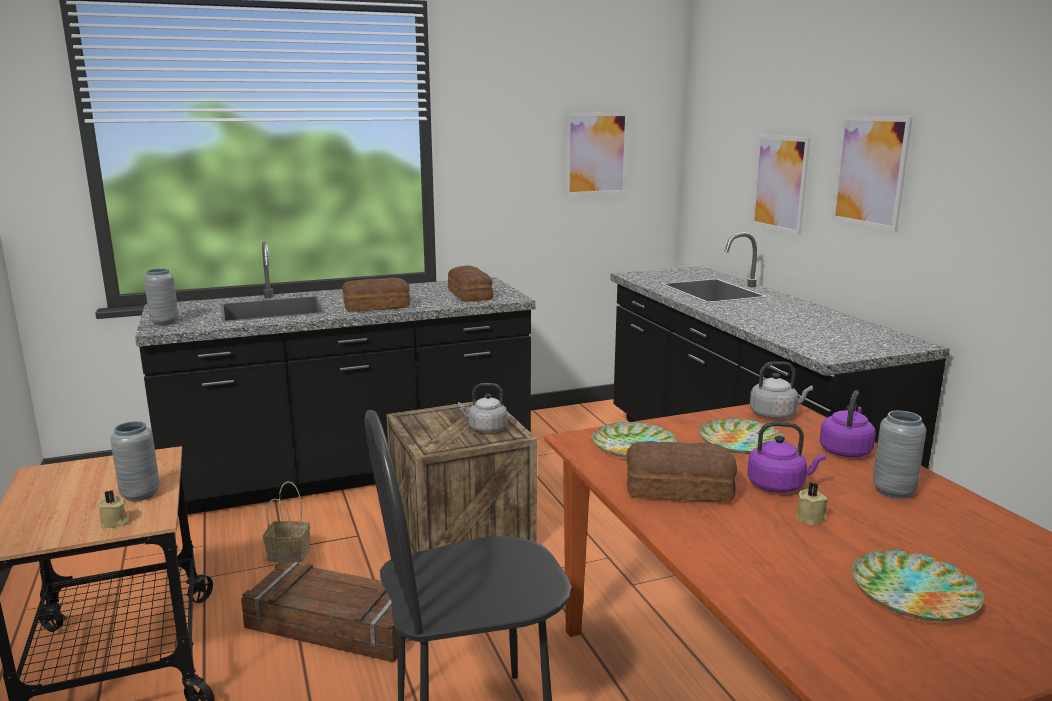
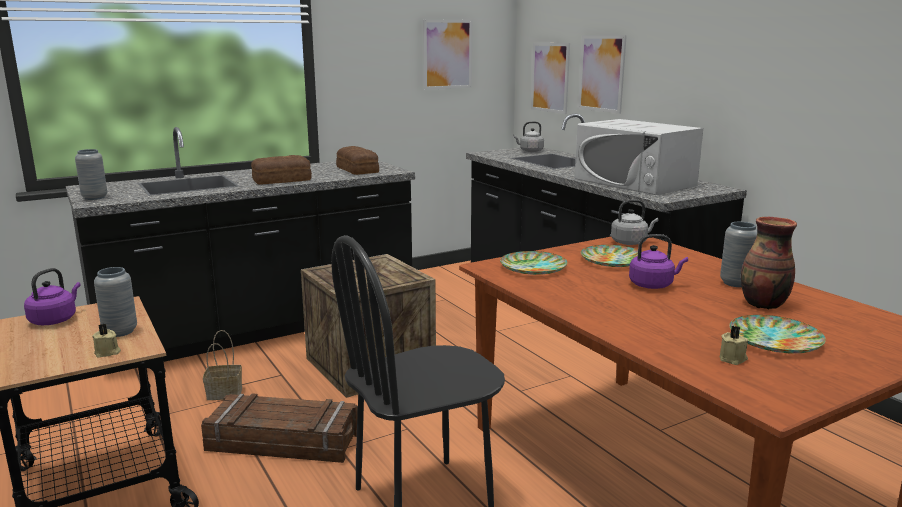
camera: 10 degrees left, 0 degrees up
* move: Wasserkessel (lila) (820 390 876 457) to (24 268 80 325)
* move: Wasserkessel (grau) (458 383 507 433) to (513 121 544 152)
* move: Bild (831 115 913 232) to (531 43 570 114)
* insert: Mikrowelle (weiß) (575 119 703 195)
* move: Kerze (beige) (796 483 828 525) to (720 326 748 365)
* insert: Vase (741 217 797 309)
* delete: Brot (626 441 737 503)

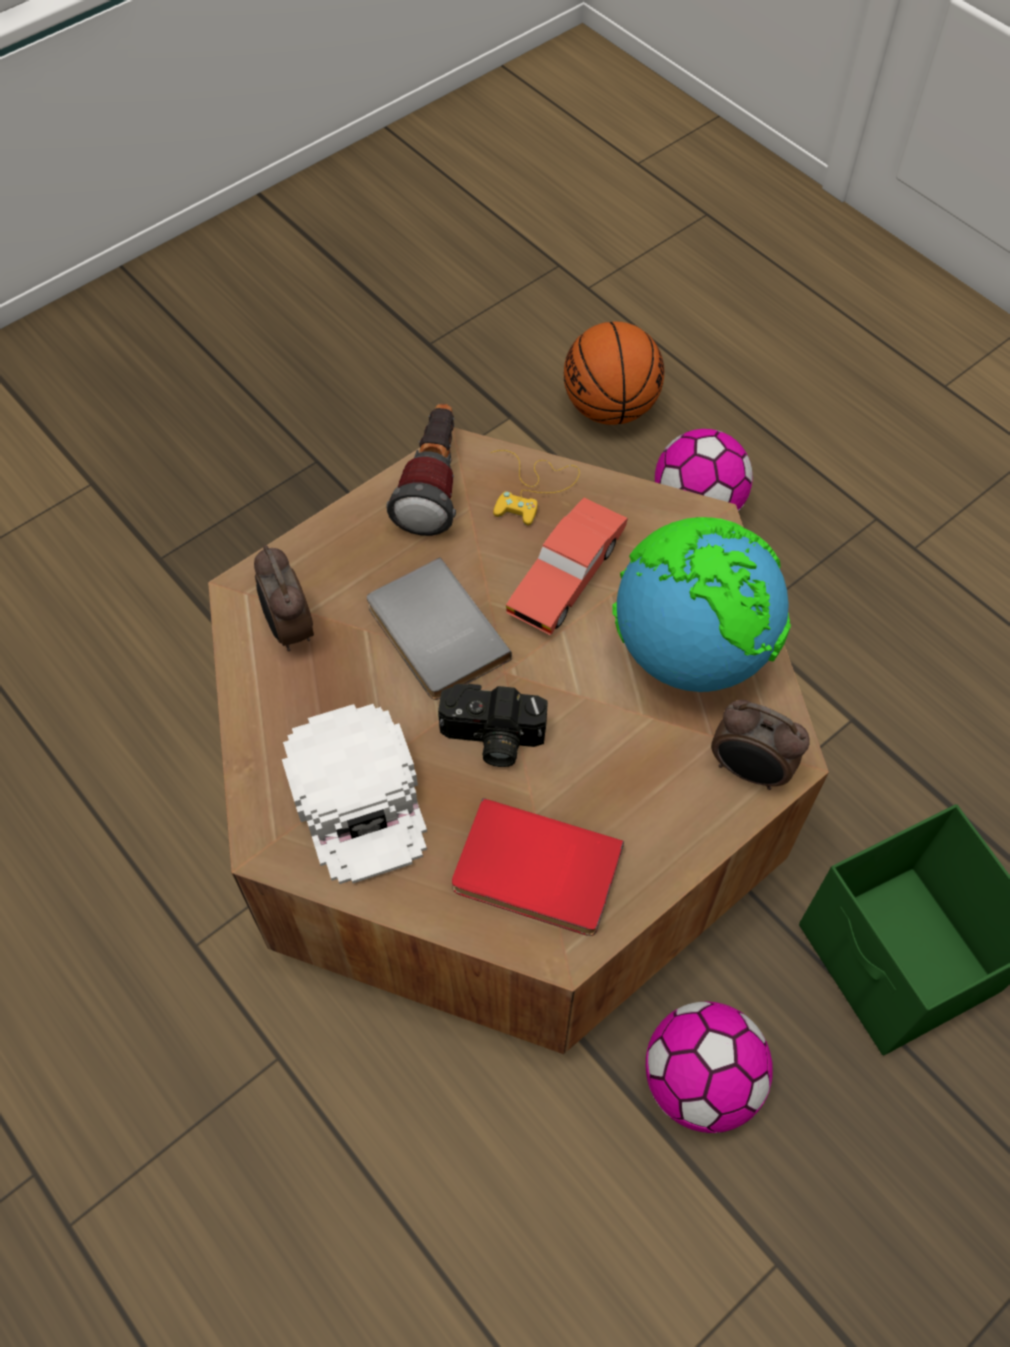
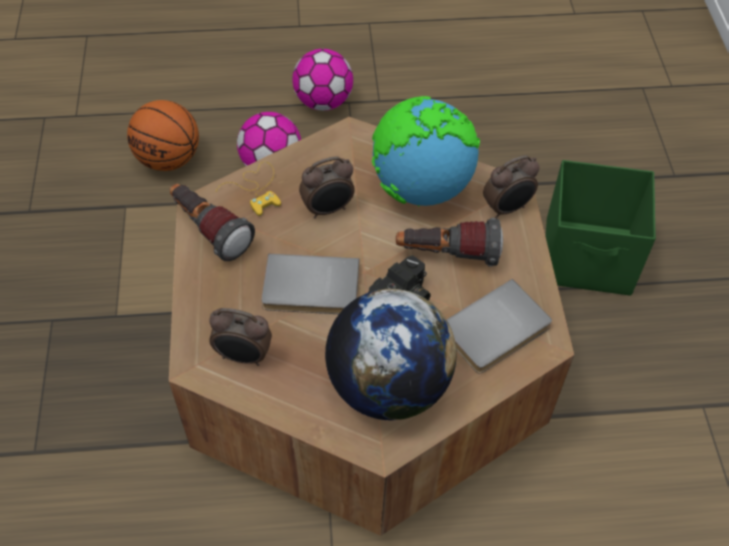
camera: 55 degrees left, 5 degrees down
* move: Fußball (646 1001 773 1133) to (292 49 353 111)
* replace: Spielzeugauto (rot) (506 498 628 635) to Wecker (299 156 355 219)
* replace: Kappe (weiß) (282 704 427 884) to Globus (325 289 457 420)
* insert: Taschenlampe (396 218 503 267)
* recolor: Buch (rot) (452 798 624 936) to Buch (grau) (446 279 552 374)

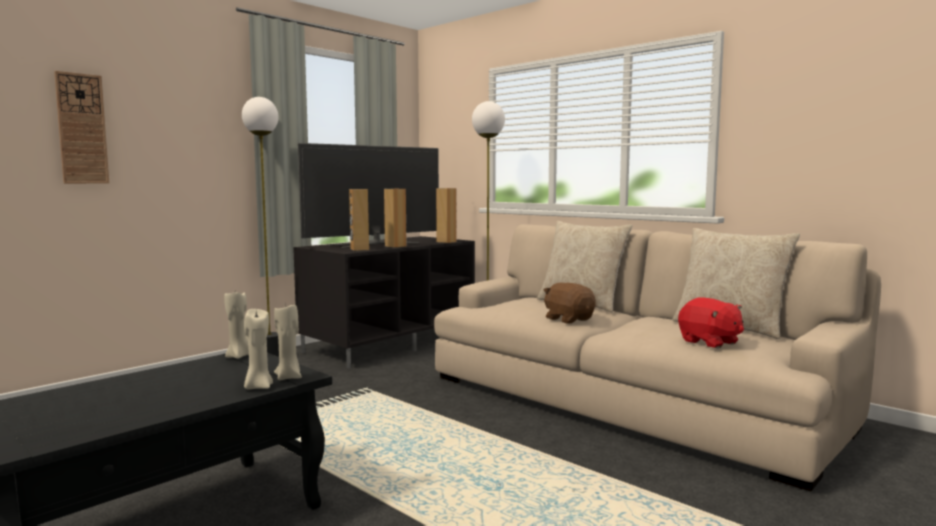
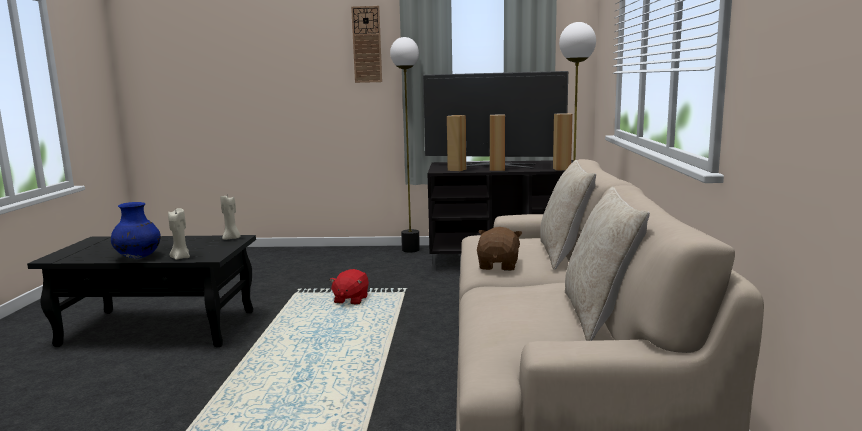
camera: 50 degrees right, 5 degrees up
* insert: Vase (blau) (111 202 161 258)
* move: Plüschtier (rot) (678 297 744 348) to (329 269 369 304)
* move: Wanduhr (54 71 109 184) to (351 6 382 83)
* delete: Kerze (beige) (274 303 302 381)

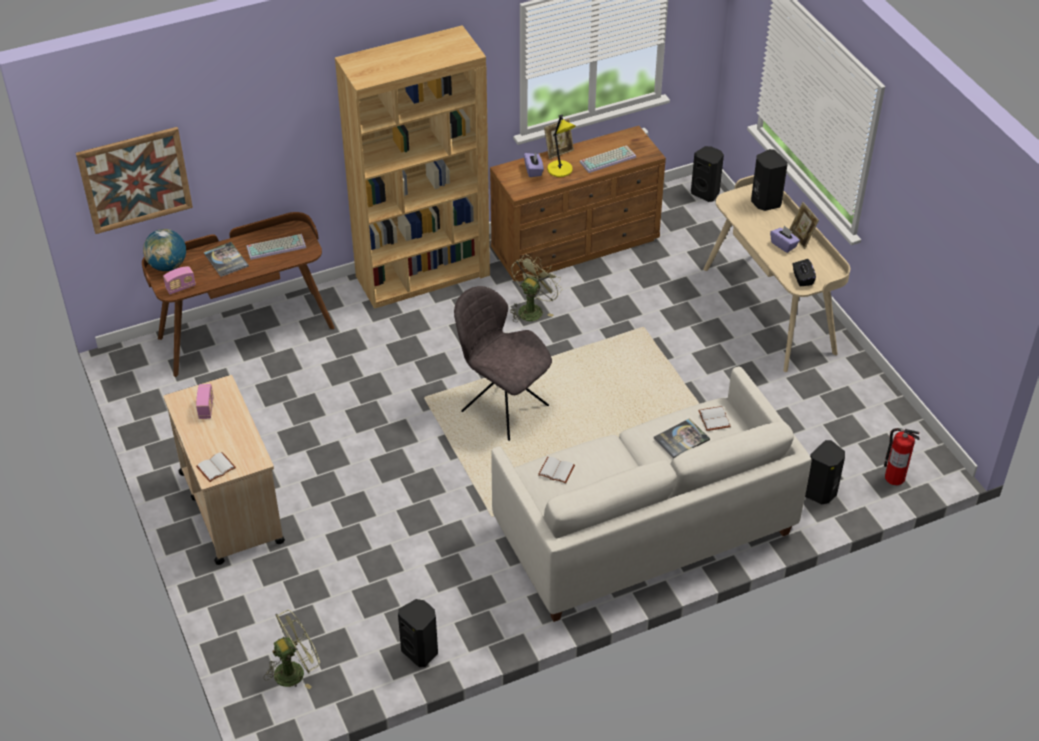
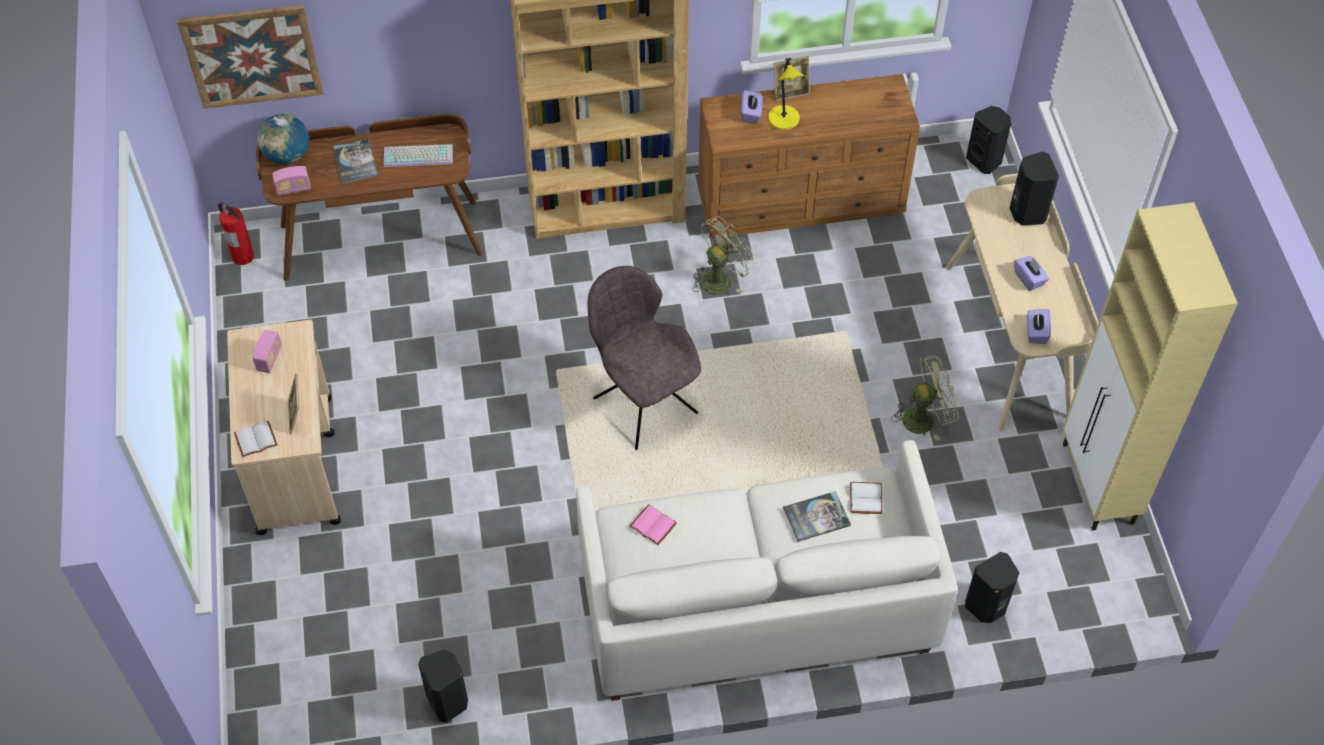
camera: 15 degrees right, 10 degrees up
* move: Feuerlöscher (884 428 920 485) to (218 202 254 265)
* move: Bilderrahmen (789 202 819 249) to (288 373 299 434)
* recolor: Buch (weiß) (538 457 575 483) to Buch (rosa) (629 504 677 545)
* move: Ventilator (grün) (264 610 320 689) to (891 356 959 441)
* recolor: Taschentuchbox (schwarz) (792 259 816 287) to Taschentuchbox (lila) (1027 309 1051 344)
* insert: Schrank (beige) (1062 202 1238 531)
* delete: Tastatur (580 145 636 173)

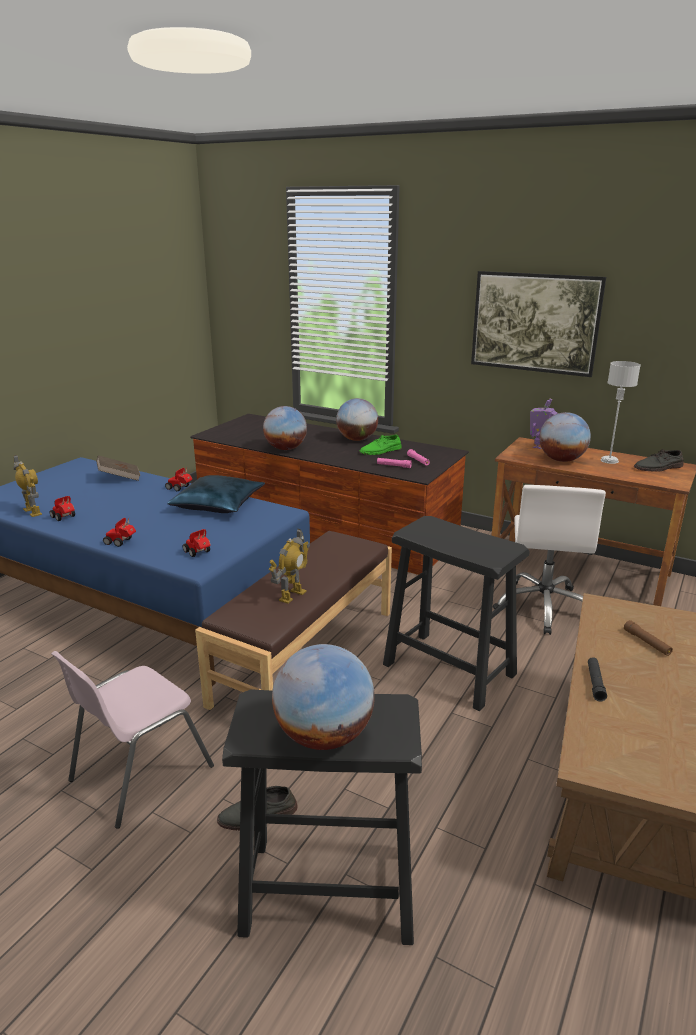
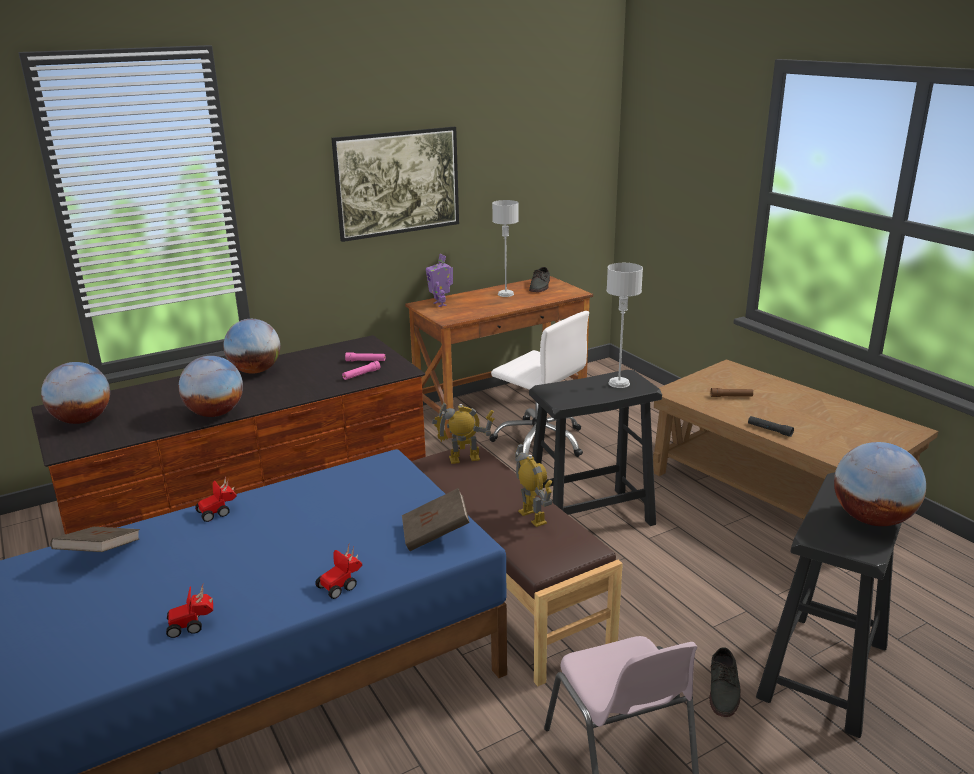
camera: 60 degrees left, 0 degrees up
* move: Globus (539 412 591 462) to (41 362 110 424)
* replace: Spielzeugauto (183 529 211 557) to Buch (braun) (402 488 470 551)
* move: Spielzeugroboter (13 455 42 517) to (432 403 495 464)
* insert: Tischlampe (grau) (606 263 643 388)
* delete: Kissen (blau) (167 475 265 513)
* delete: Schuh (grün) (359 435 402 455)

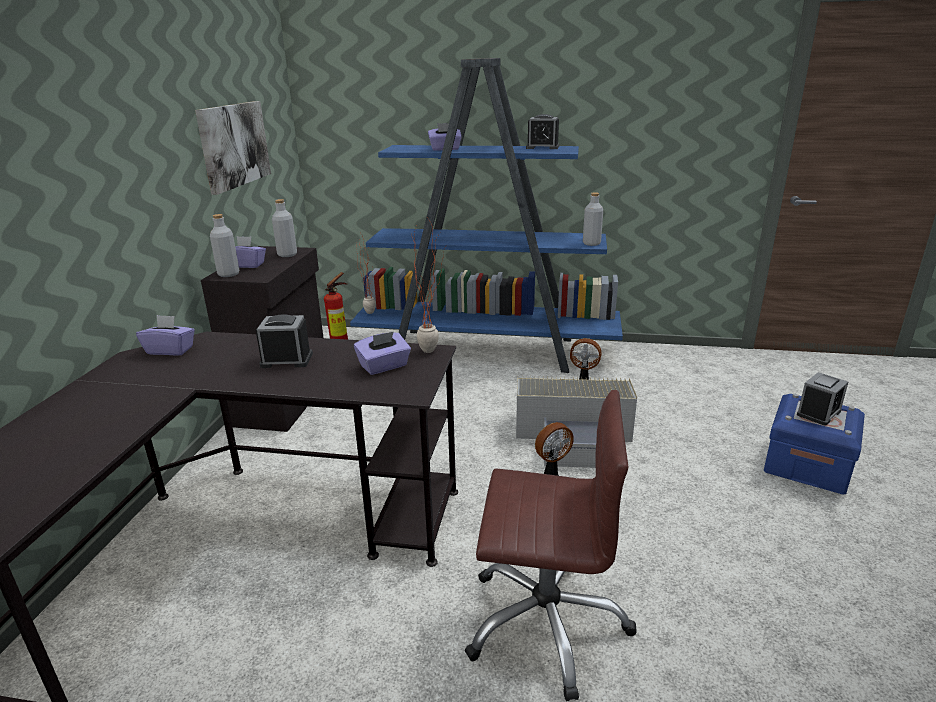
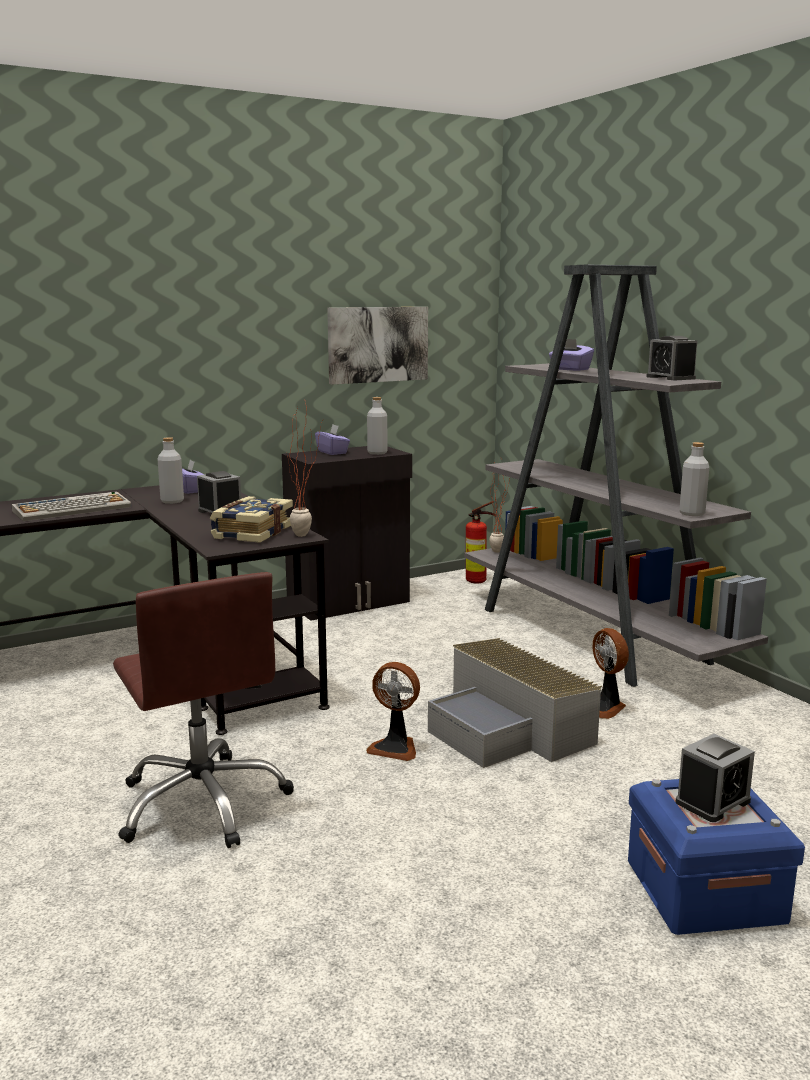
camera: 50 degrees right, 10 degrees down
* insert: Tastatur (11 491 131 521)
* move: Flasche (grau) (210 214 239 277) to (157 437 184 504)
* replace: Taschentuchbox (lila) (354 331 411 375) to Buch (210 496 293 543)
* recolor: Bücherregal (blau) (350 58 623 373) to Bücherregal (grau) (464 265 768 687)
* rotate: Wecker (797 372 848 425) = (675 734 755 822) 45 degrees counterclockwise

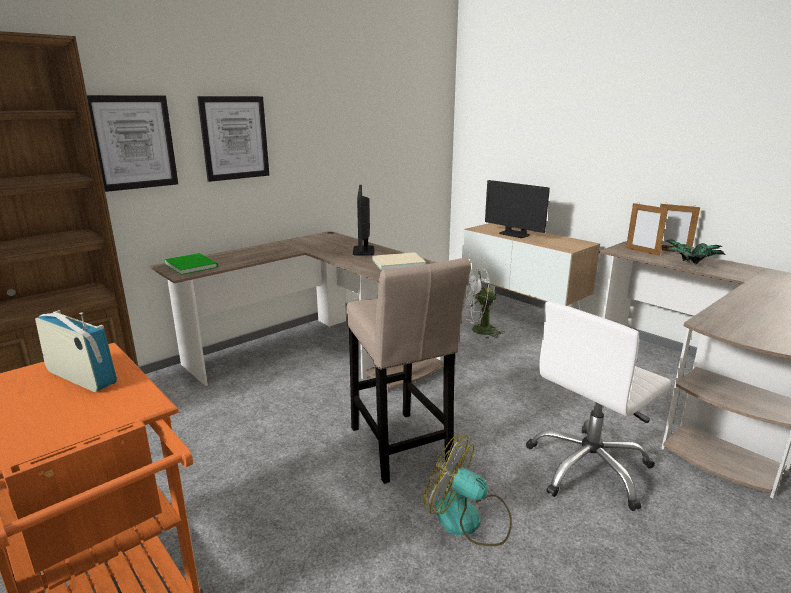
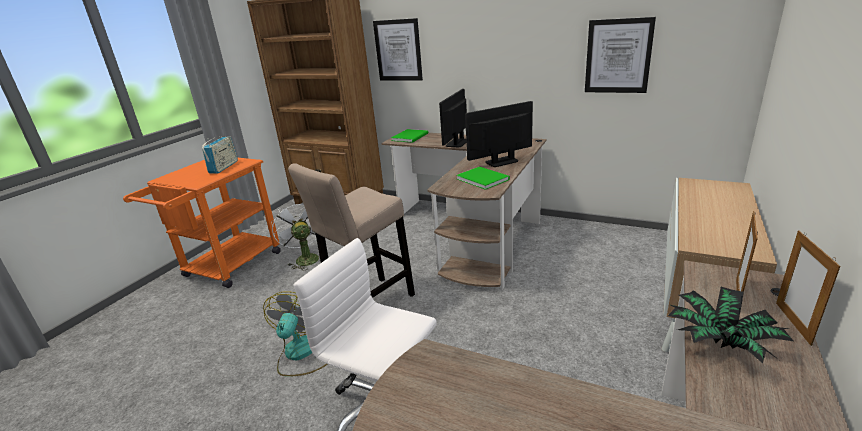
camera: 70 degrees right, 5 degrees up
* move: Ventilator (weiß) (463 269 505 339) to (271 201 320 270)
* move: Monitor (485 180 550 238) to (439 89 467 147)
* recolor: Buch (beige) (372 252 426 270) to Buch (grün) (456 166 510 190)
* move: Bild (197 96 269 182) to (585 17 656 93)

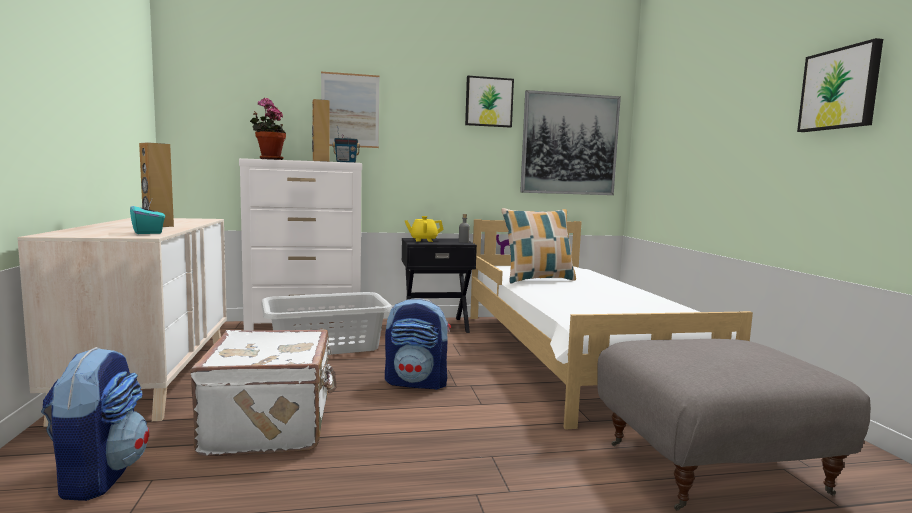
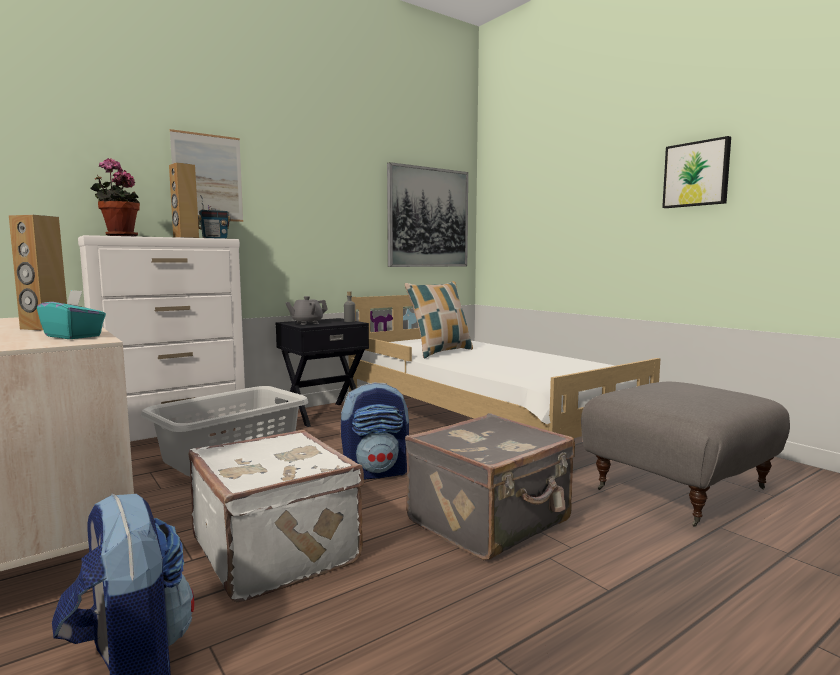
camera: 25 degrees left, 0 degrees up
* recolor: Teekanne (gelb) (404 216 444 242) to Teekanne (grau) (285 296 328 325)
* insert: Koffer (grau) (405 413 575 560)
* delete: Bild (465 76 514 128)

